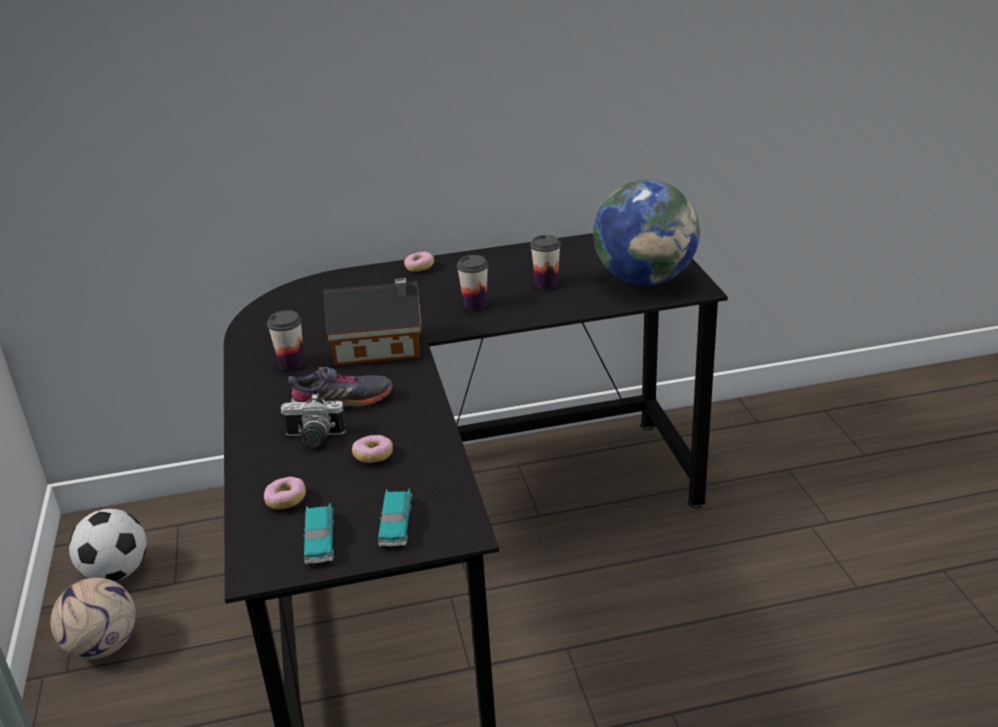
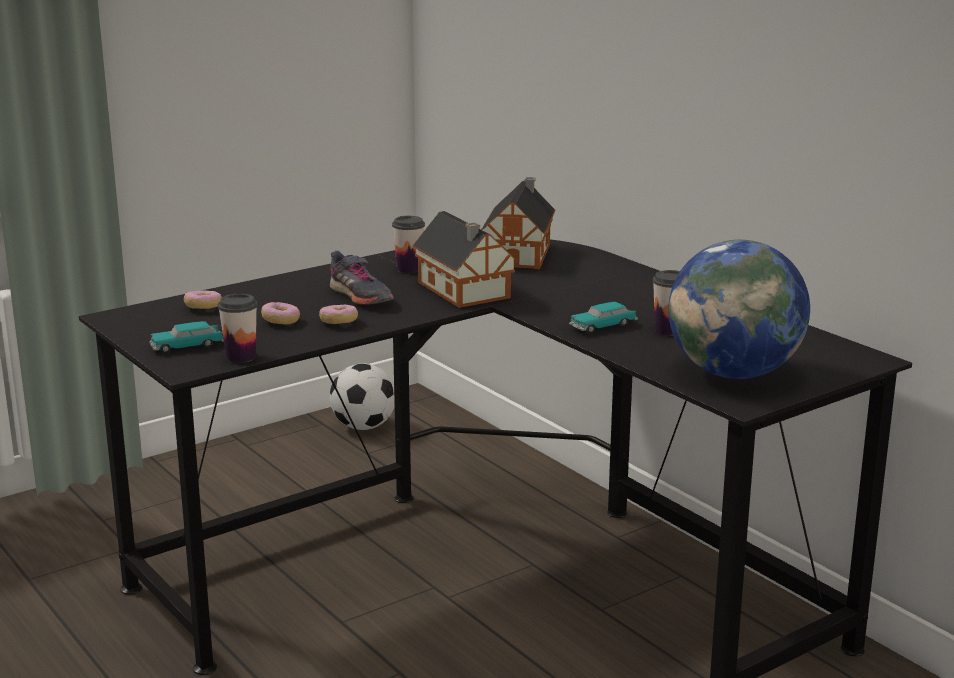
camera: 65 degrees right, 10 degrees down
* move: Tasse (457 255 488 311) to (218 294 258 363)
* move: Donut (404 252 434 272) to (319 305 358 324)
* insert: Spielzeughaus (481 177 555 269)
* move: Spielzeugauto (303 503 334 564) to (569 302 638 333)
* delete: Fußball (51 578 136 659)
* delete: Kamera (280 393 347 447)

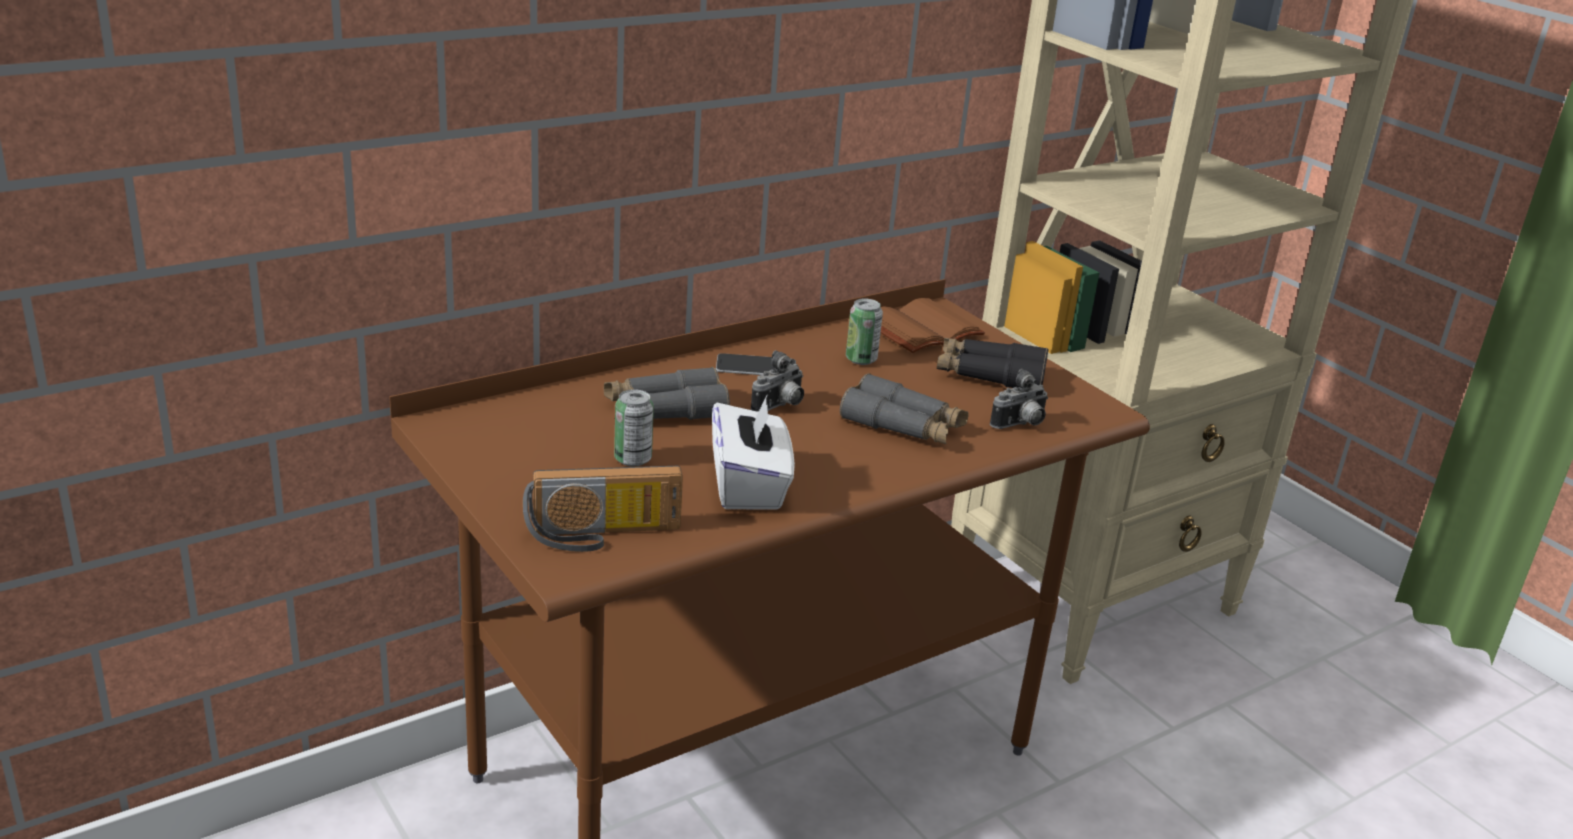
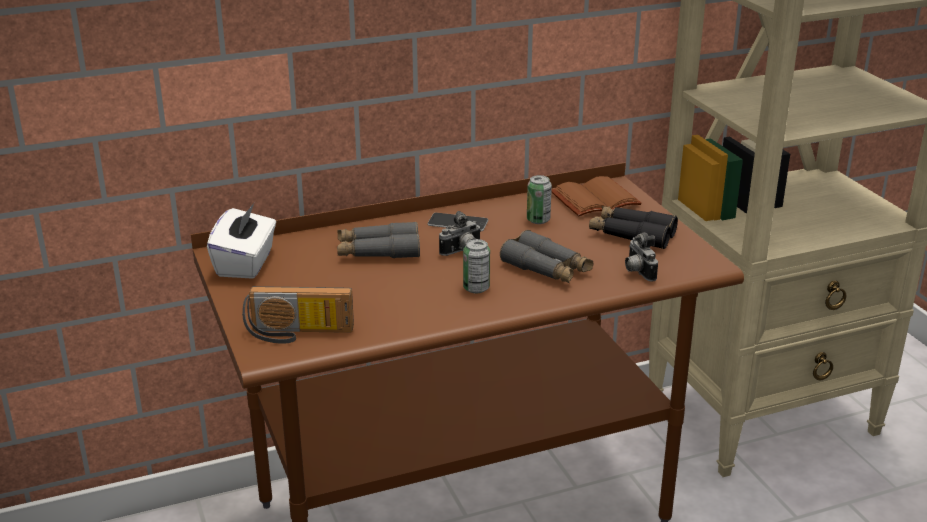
camera: 15 degrees right, 0 degrees up
* move: Taschentuchbox (weiß) (712 394 795 510) to (207 202 276 279)
* move: Dose (614 389 654 466) to (463 239 490 293)
* rotate: Kamera (990 369 1048 429) = (625 232 658 281) 90 degrees clockwise

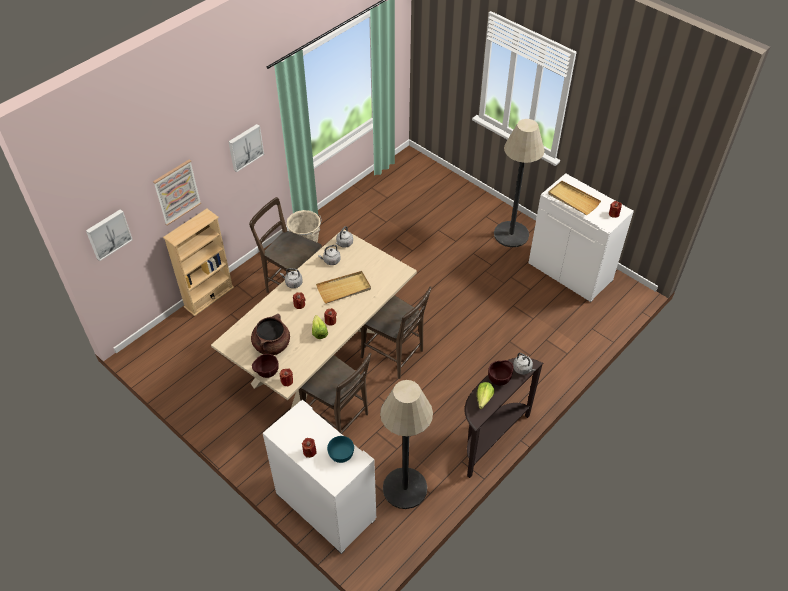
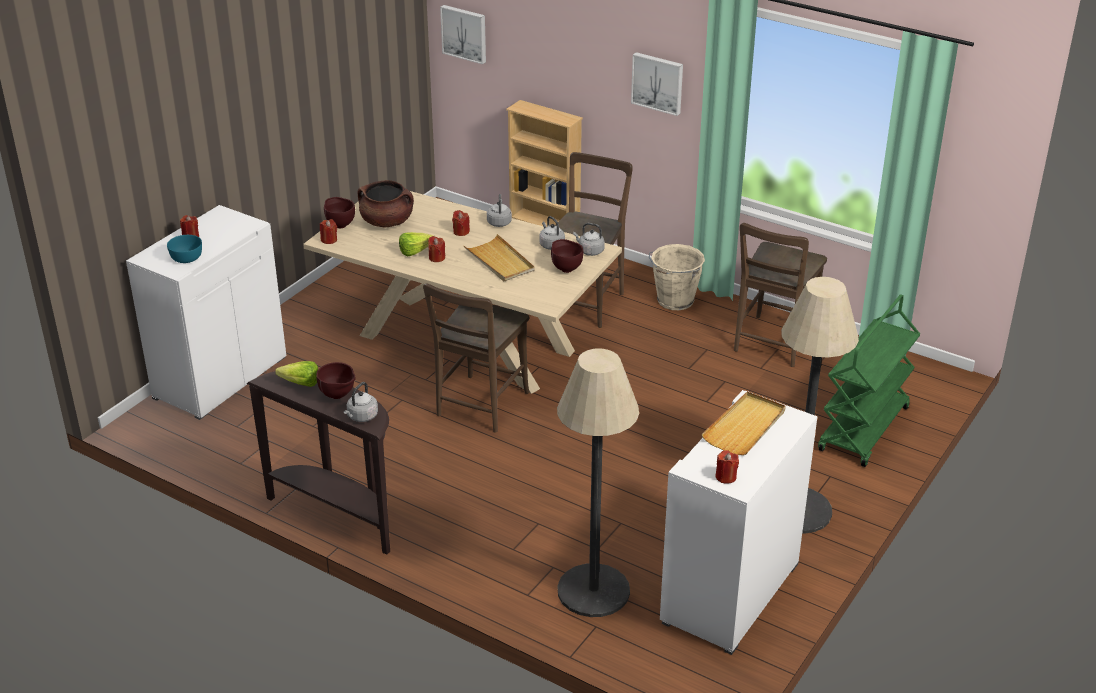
camera: 80 degrees right, 15 degrees down
* insert: Schüssel (braun) (551 239 583 273)
* move: Stehlampe (380 380 433 509) to (557 348 639 617)
* move: Stuhl (braun) (299 352 372 434) to (734 223 827 367)
* insert: Rollwagen (grün) (818 294 920 467)
* delete: Bild (153 159 201 226)

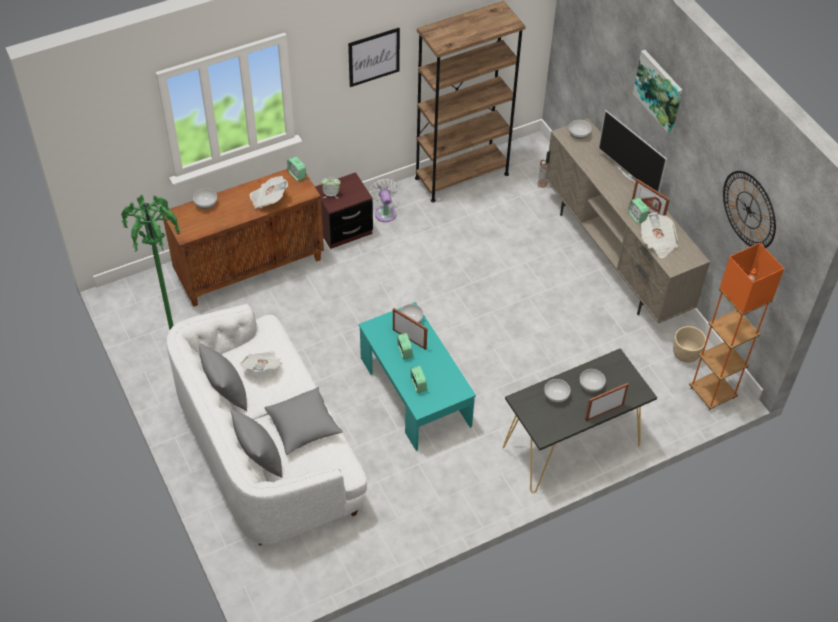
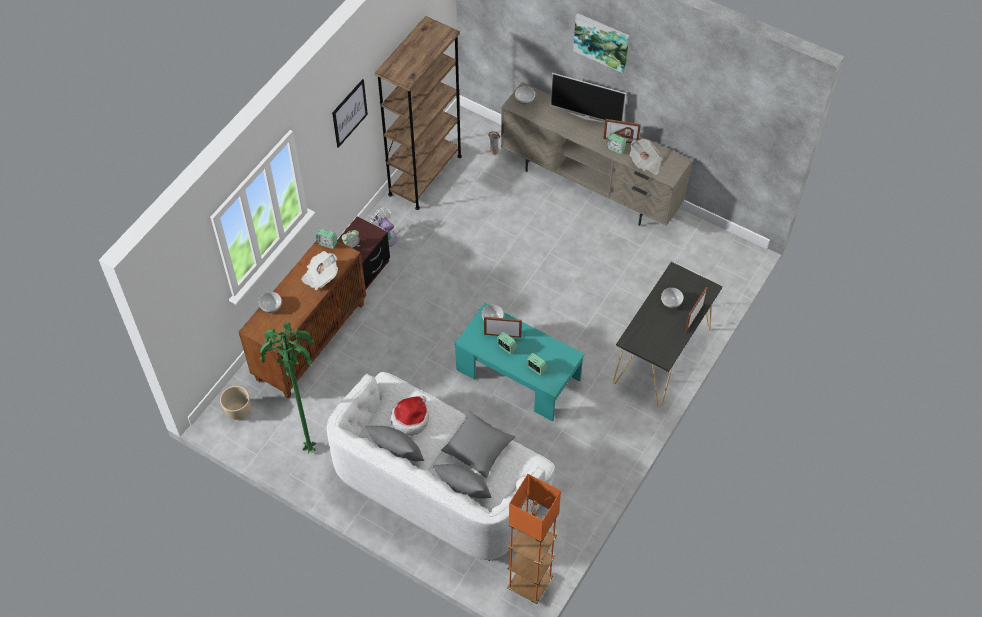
camera: 30 degrees left, 5 degrees up
* move: Pflanzkübel (beige) (673 326 706 363) to (220 386 251 420)
* replace: Zeitung (240 351 282 372) to Hut (391 395 429 436)
* move: Stehlampe (orange) (689 243 784 411) to (507 474 561 604)
* delete: Schüssel (544 379 571 403)
* delete: Wanduhr (723 171 776 248)

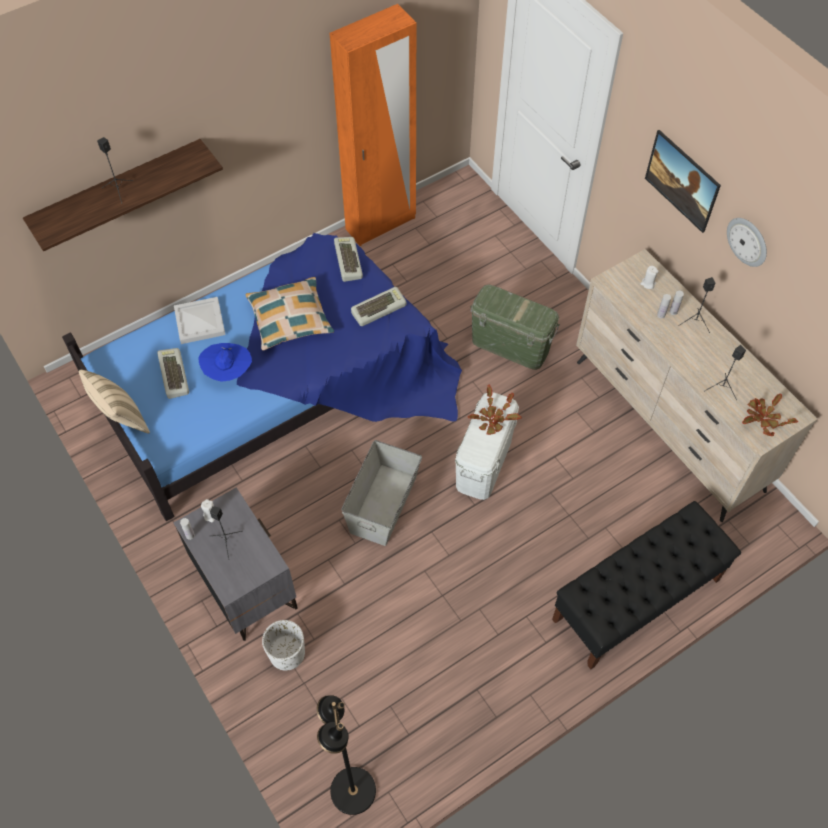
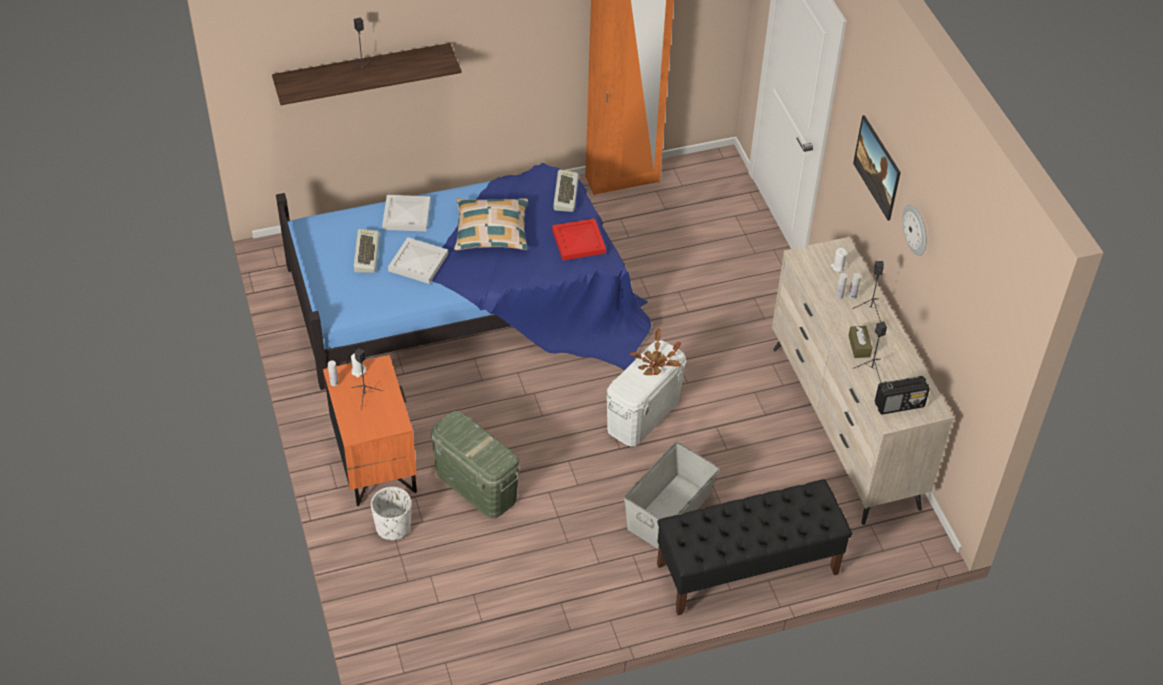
camera: 15 degrees right, 10 degrees down
* recolor: Nachttisch (grau) (174 487 297 641) to Nachttisch (orange) (323 355 417 506)
* replace: Hut (blau) (198 343 252 382) to Tablett (weiß) (388 237 448 284)
* move: Aufbewahrungsbox (grün) (470 284 560 370) to (431 411 520 519)
* replace: Tastatur (351 287 406 326) to Tablett (rot) (552 218 606 261)
* move: Aufbewahrungsbox (grau) (341 440 422 546) to (624 442 720 549)
* insert: Taschentuchbox (braun) (848 326 872 358)
* replace: Topfpflanze (742 394 798 436) to Radio (875 376 930 415)
* delete: Kissen (beige) (79 370 150 434)
* delete: Stehlampe (schwarz) (316 695 376 815)

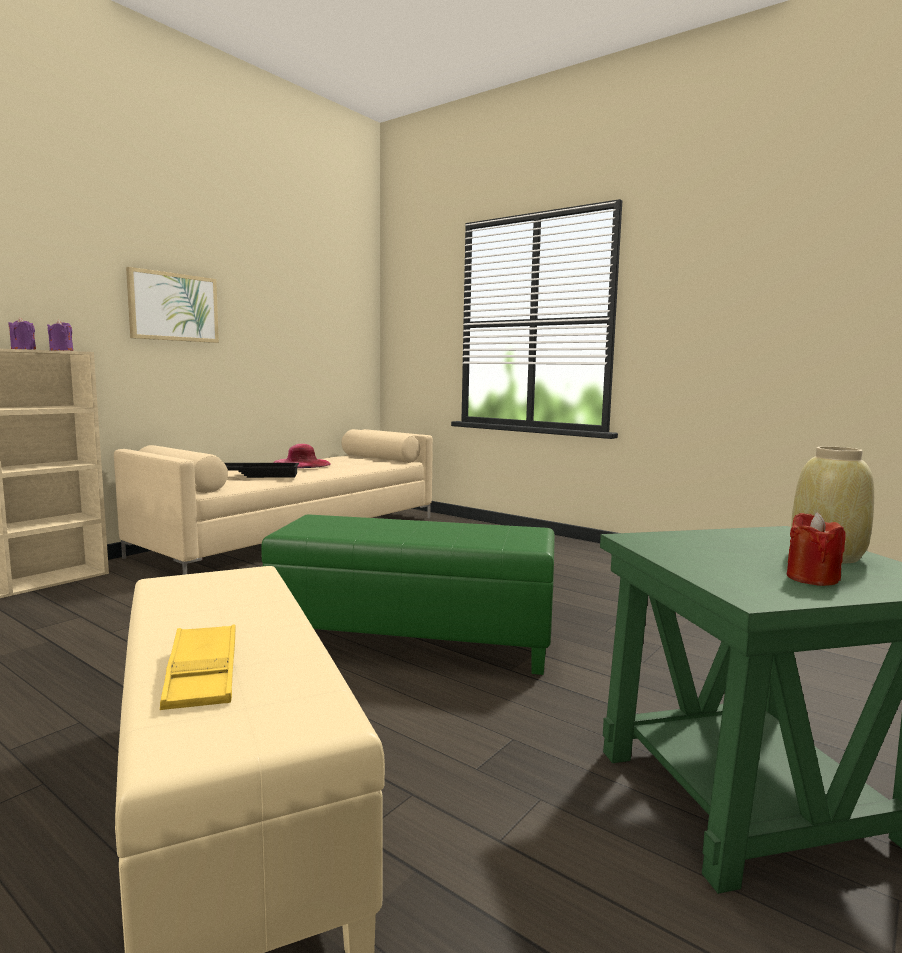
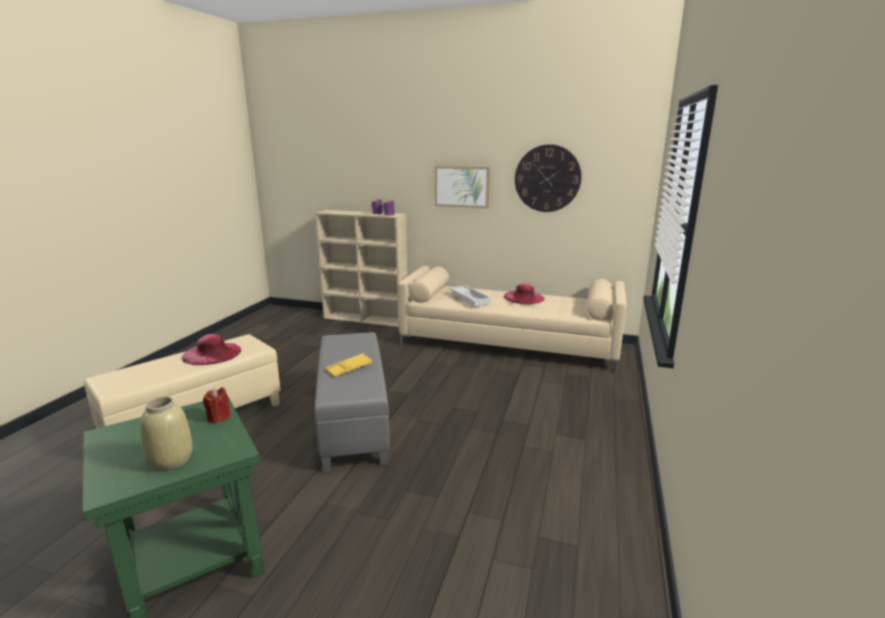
camera: 70 degrees right, 10 degrees up
* insert: Hut (rosa) (182 334 241 365)
* move: Kerze (rot) (787 512 846 586) to (203 387 231 423)
* recolor: Polsterhocker (grün) (261 514 555 675) to Polsterhocker (grau) (314 332 390 472)
* move: Tablett (gelb) (160 624 235 710) to (326 353 372 377)
* recolor: Tablett (schwarz) (224 463 299 478) to Tablett (weiß) (449 285 492 307)
* insert: Wanduhr (515 144 581 212)

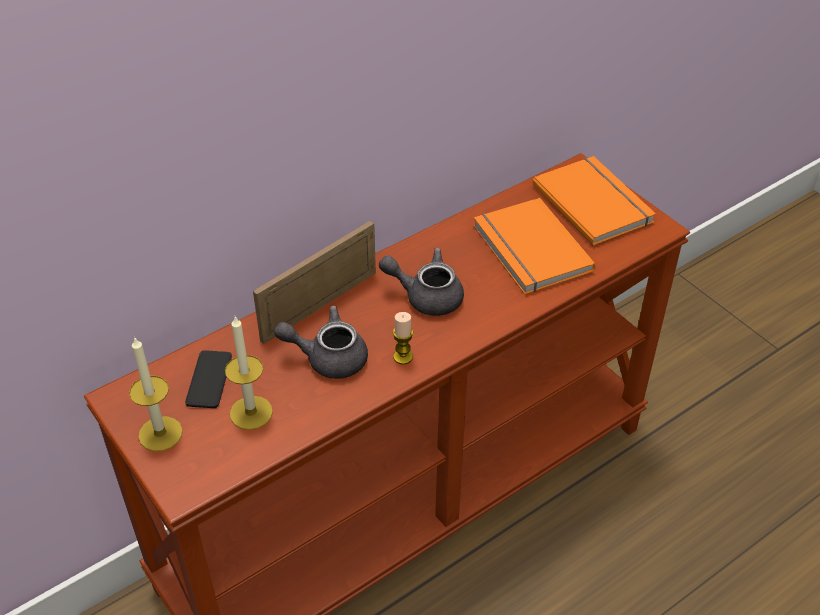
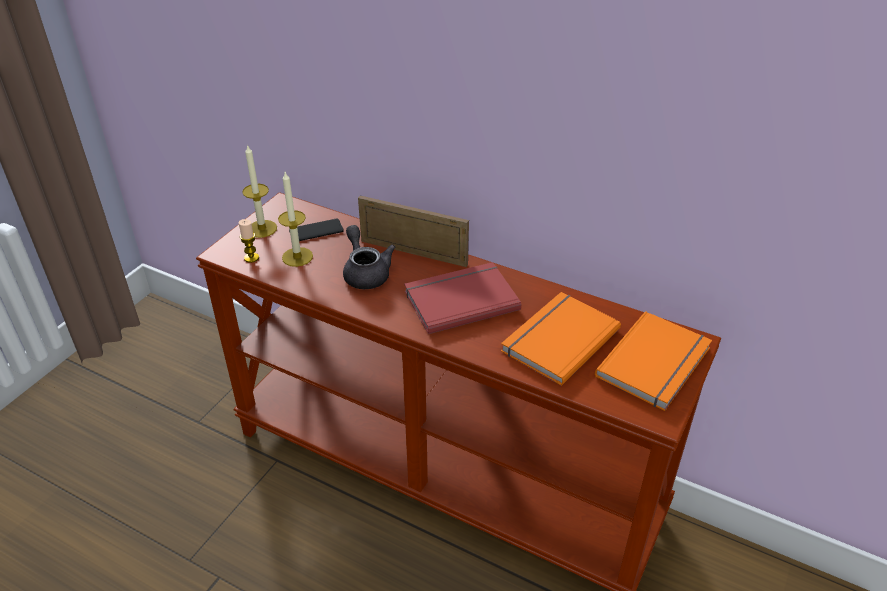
camera: 65 degrees right, 5 degrees down
* move: Kerze (393 312 413 365) to (238 219 259 263)
* replace: Teekanne (grau) (379 248 464 316) to Buch (rot) (404 262 521 334)

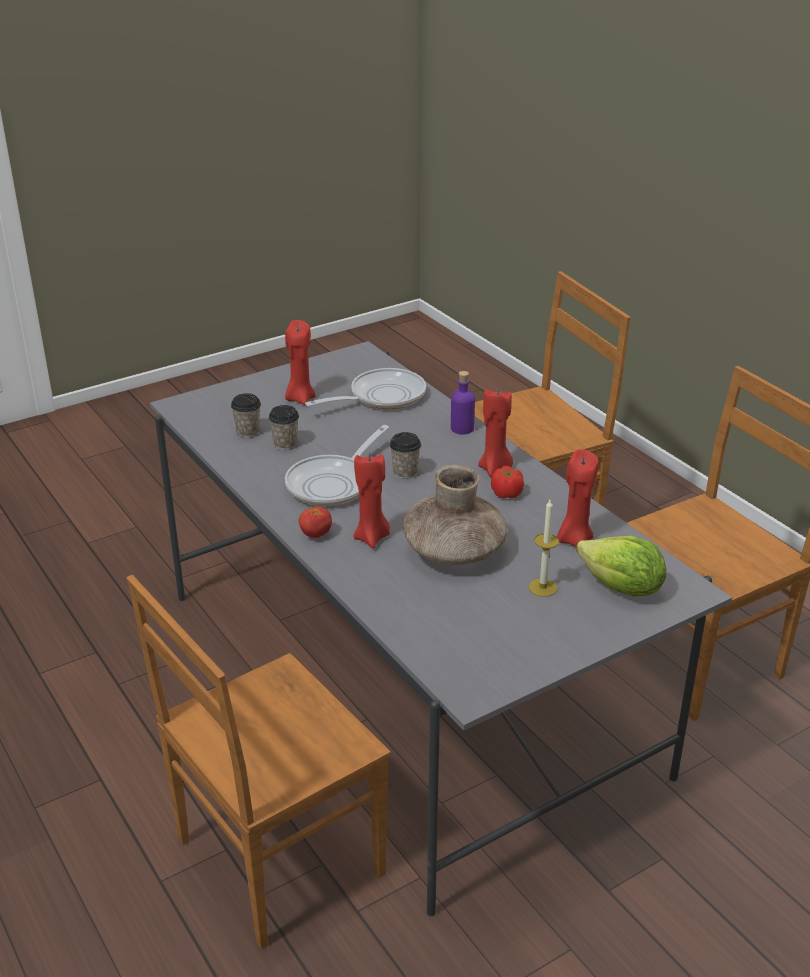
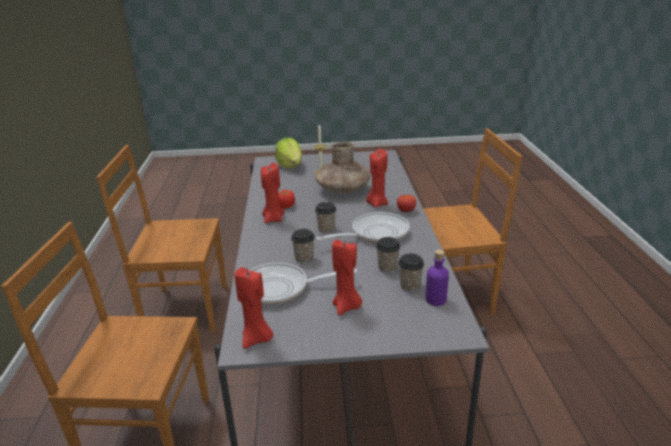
camera: 150 degrees left, 5 degrees down
* move: Kerze (rot) (557 449 598 547) to (235 267 273 349)
* insert: Tasse (291 229 315 263)
* move: Flasche (lila) (451 371 475 434) to (425 250 449 306)

